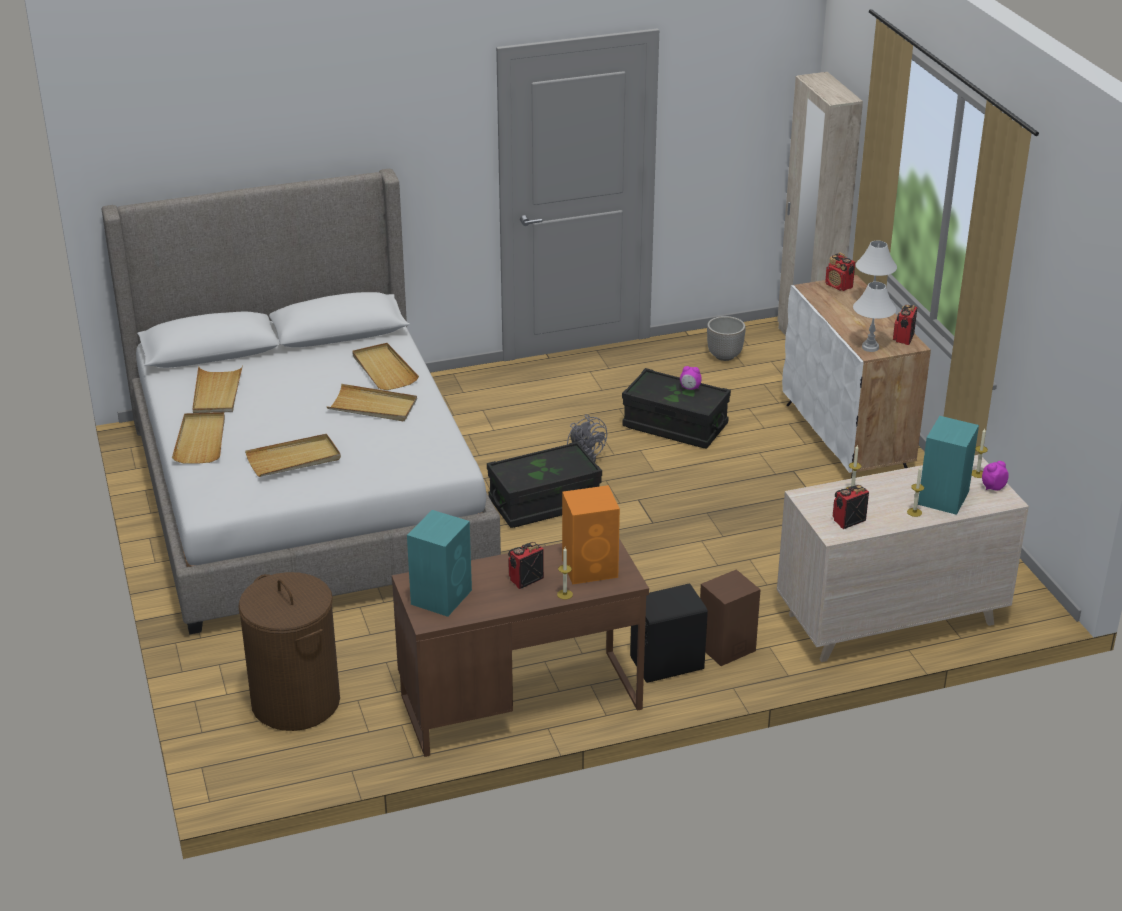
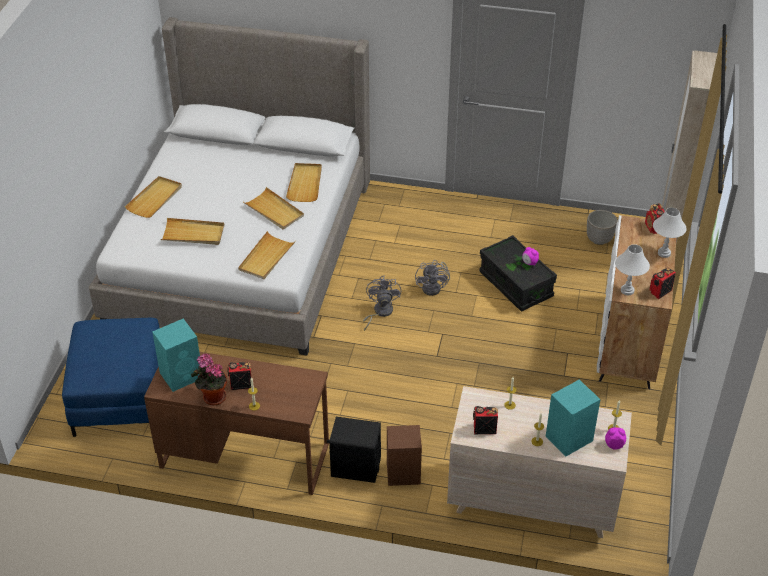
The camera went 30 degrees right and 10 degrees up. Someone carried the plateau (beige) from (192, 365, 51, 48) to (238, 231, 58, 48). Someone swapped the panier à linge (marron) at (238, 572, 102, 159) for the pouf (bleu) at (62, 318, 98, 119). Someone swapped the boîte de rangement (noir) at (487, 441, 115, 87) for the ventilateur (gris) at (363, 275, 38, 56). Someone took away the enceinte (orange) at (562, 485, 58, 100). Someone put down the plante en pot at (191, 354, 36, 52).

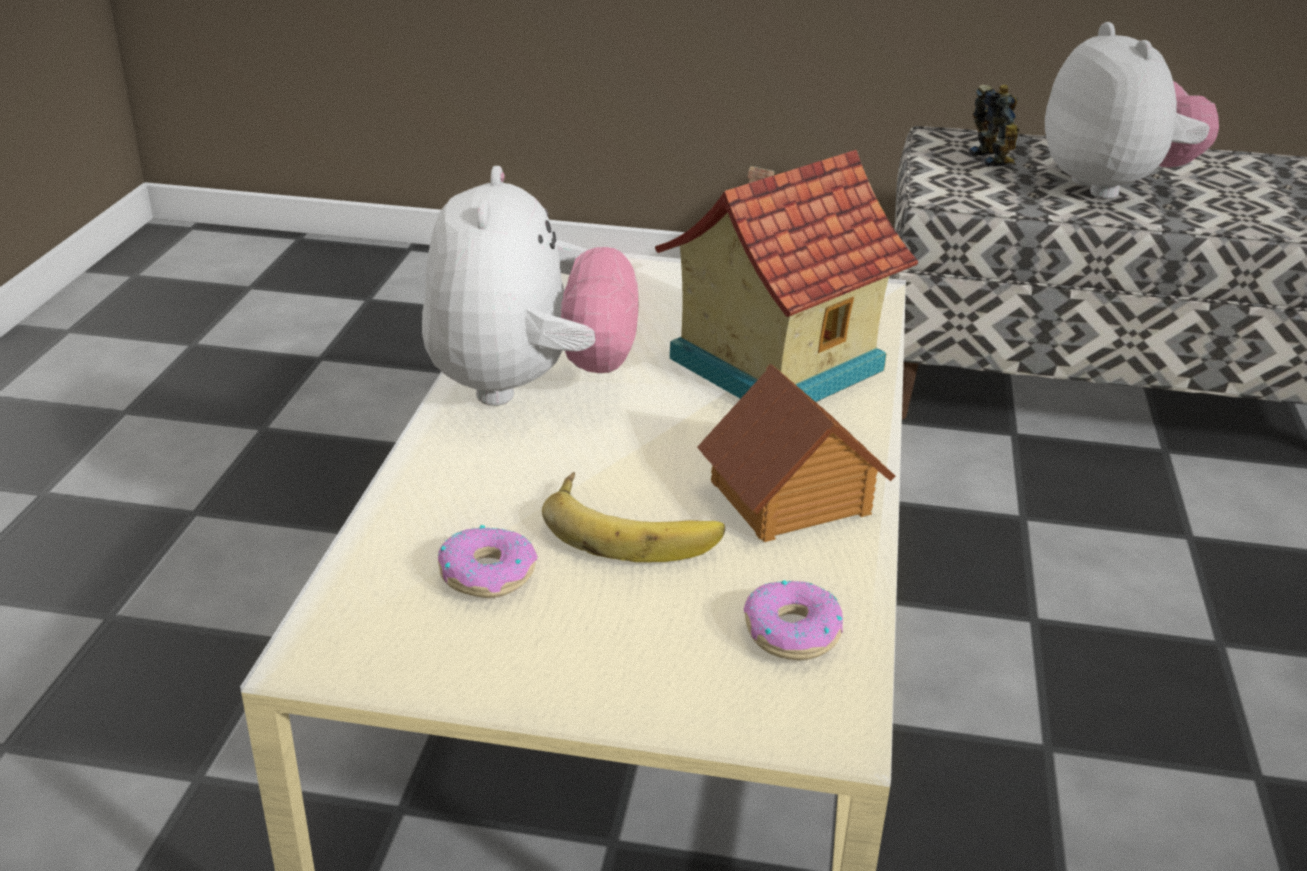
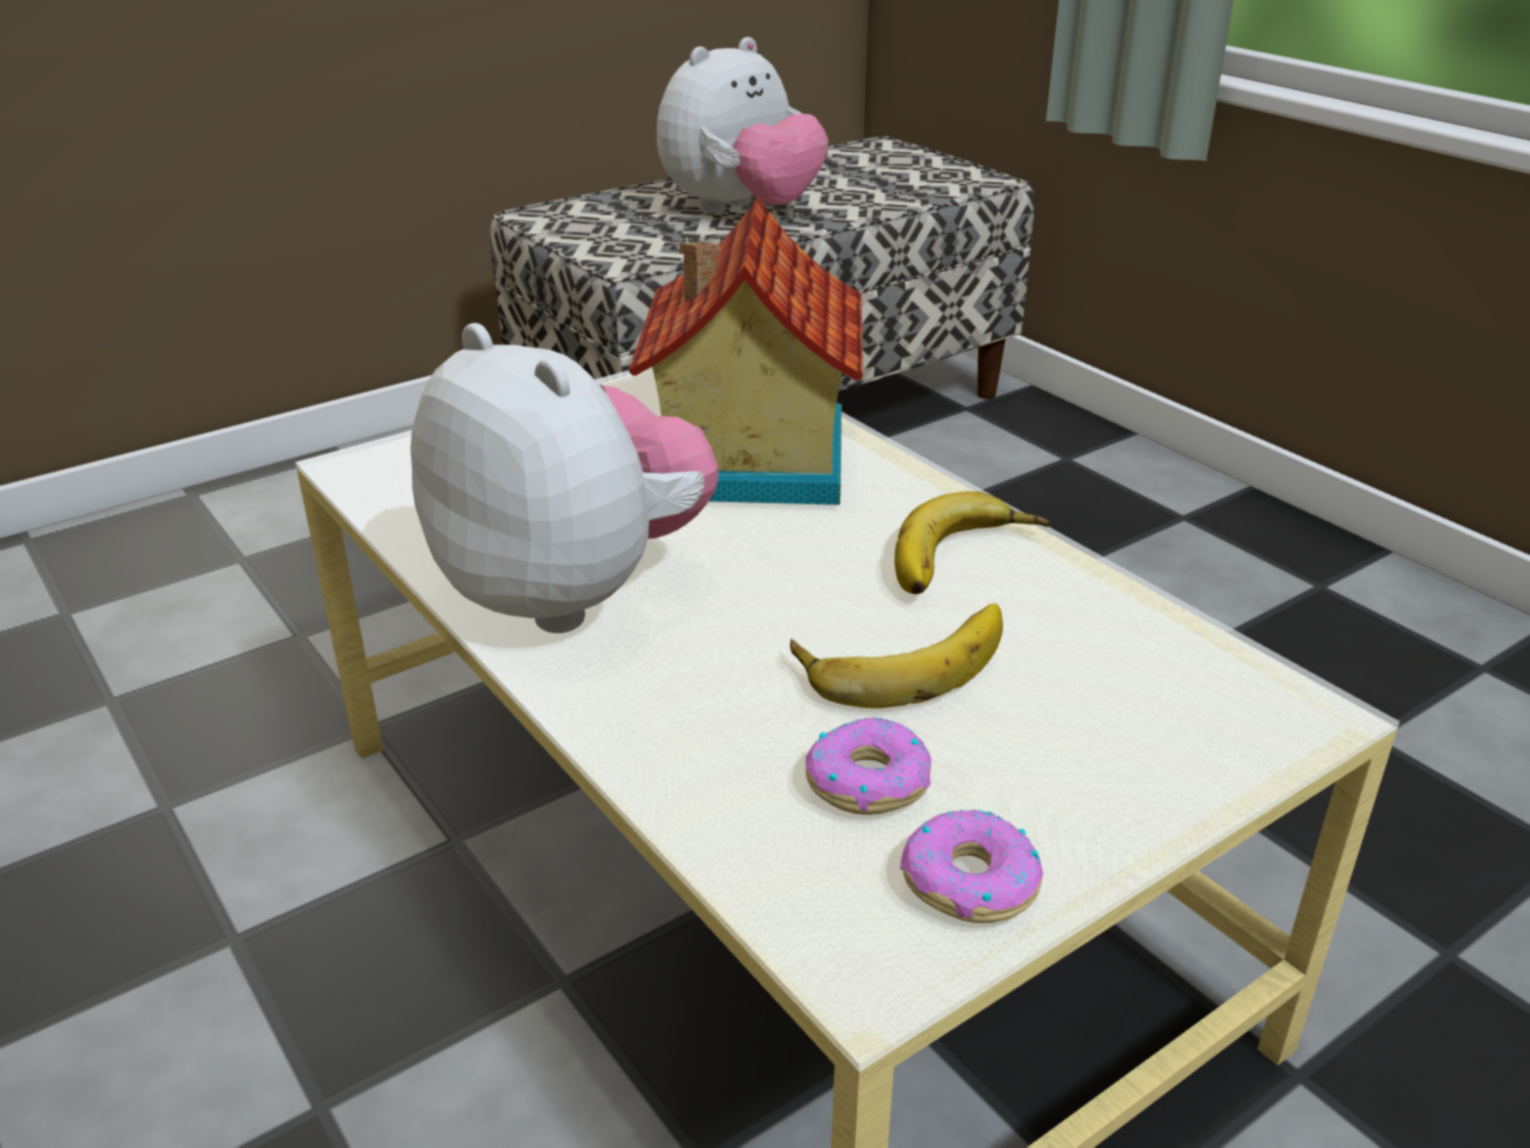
The camera went 45 degrees left and 0 degrees up. Someone swapped the maison miniature at (697, 364, 198, 178) for the banane at (895, 491, 155, 103). Someone carried the beignet from (744, 580, 99, 80) to (900, 809, 143, 114). Someone took away the robot jouet at (969, 84, 50, 83). Someone rotated the peluche at (1045, 22, 174, 177) by 105 degrees clockwise.

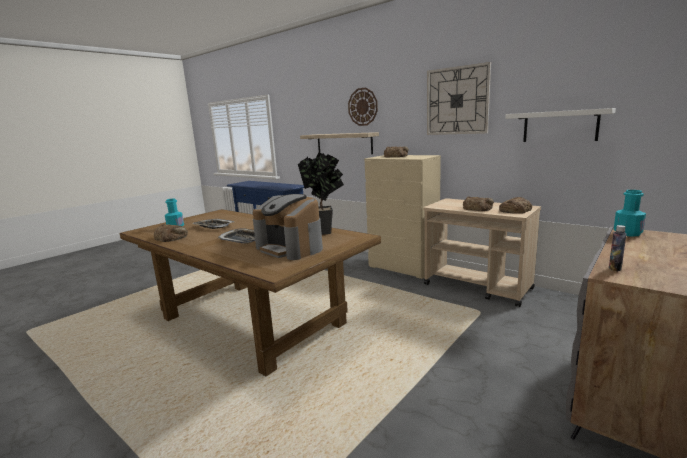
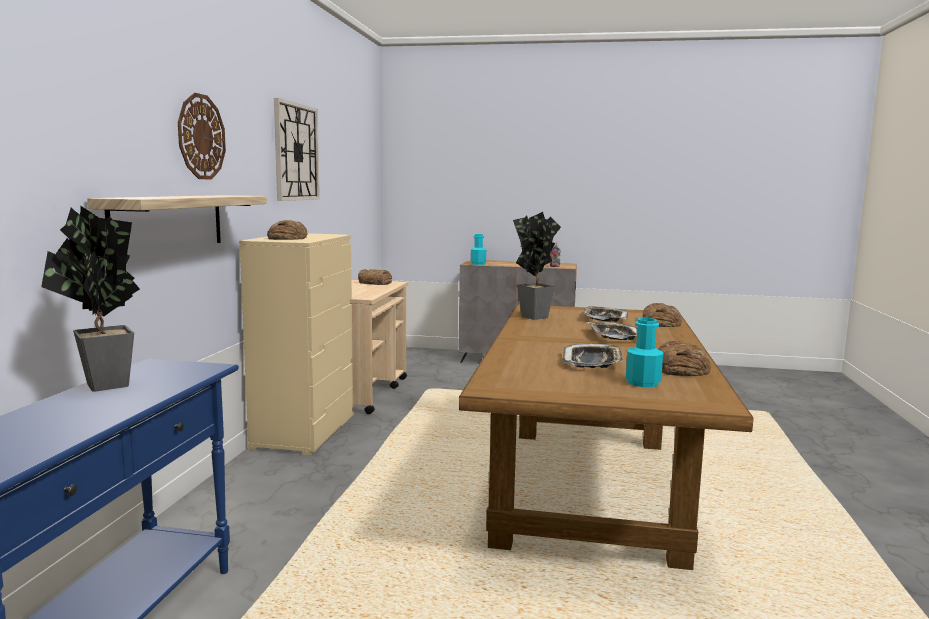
The camera went 120 degrees left and 5 degrees down. Someone swapped the machine à café at (253, 194, 70, 66) for the plateau at (583, 306, 45, 16). Someone carried the pain from (463, 196, 31, 15) to (642, 303, 40, 24). Someone took away the étagère (blanc) at (505, 108, 111, 34). Someone put down the plante en pot at (41, 206, 99, 186).

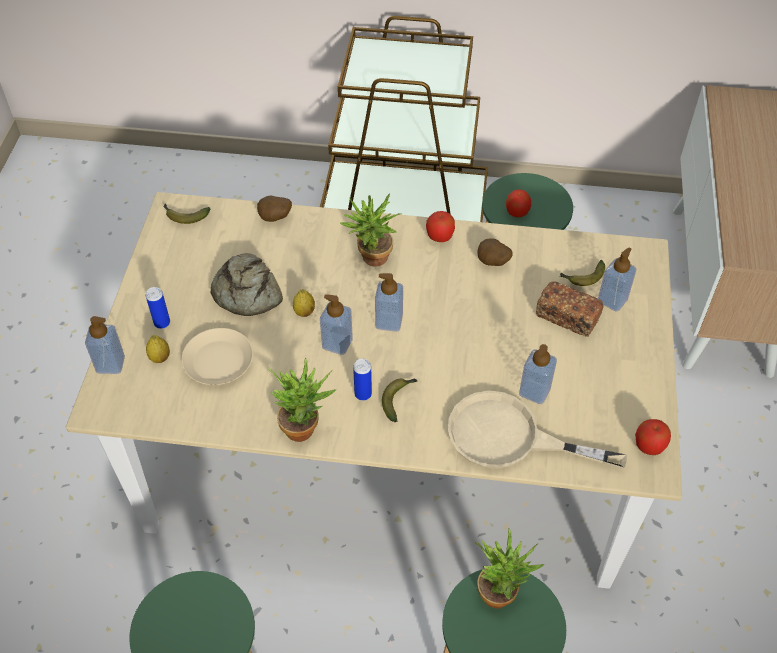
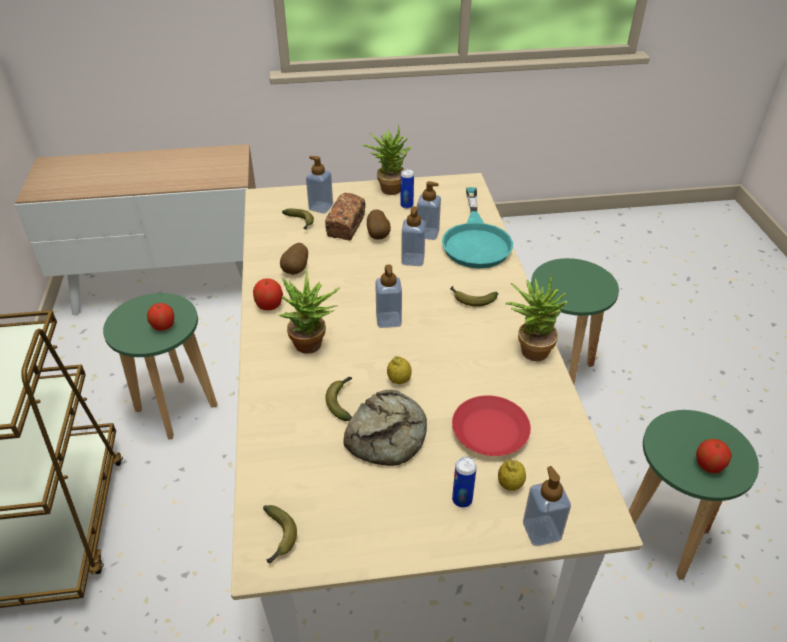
The camera went 105 degrees left and 10 degrees down. Someone repainted the assiette (beige) at (182, 328, 71, 57), which became the assiette (rouge) at (452, 395, 79, 61). Someone carried the pomme de terre from (257, 196, 35, 26) to (367, 209, 24, 31). Someone carried the distributeur de savon from (320, 294, 33, 61) to (401, 206, 25, 60). Someone carried the boîte métallique from (353, 358, 19, 43) to (400, 169, 14, 40). Someone repainted the poêle (beige) at (448, 391, 179, 78), which became the poêle (turquoise) at (442, 187, 71, 81). Someone carried the plante en pot from (476, 528, 68, 81) to (362, 125, 50, 70). Someone carried the pomme from (635, 419, 36, 36) to (696, 439, 36, 34). Someone put down the banane at (325, 377, 27, 44).

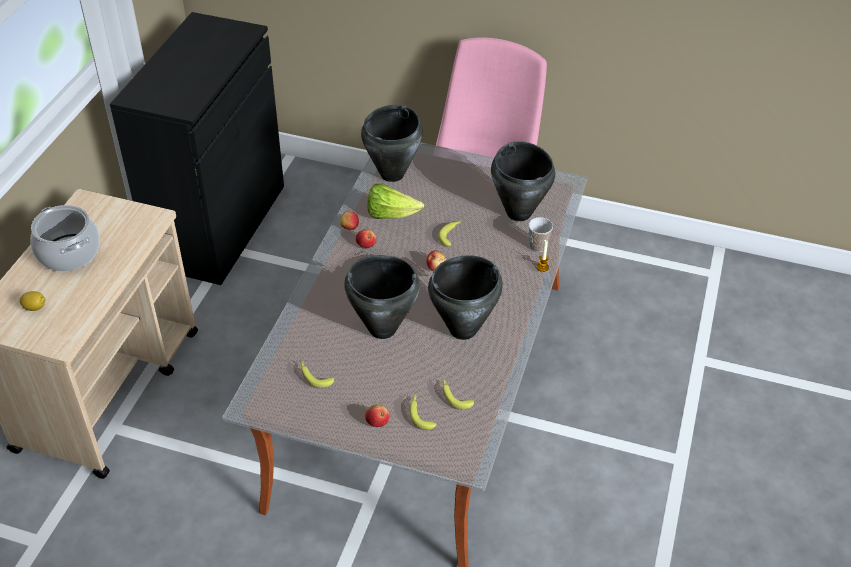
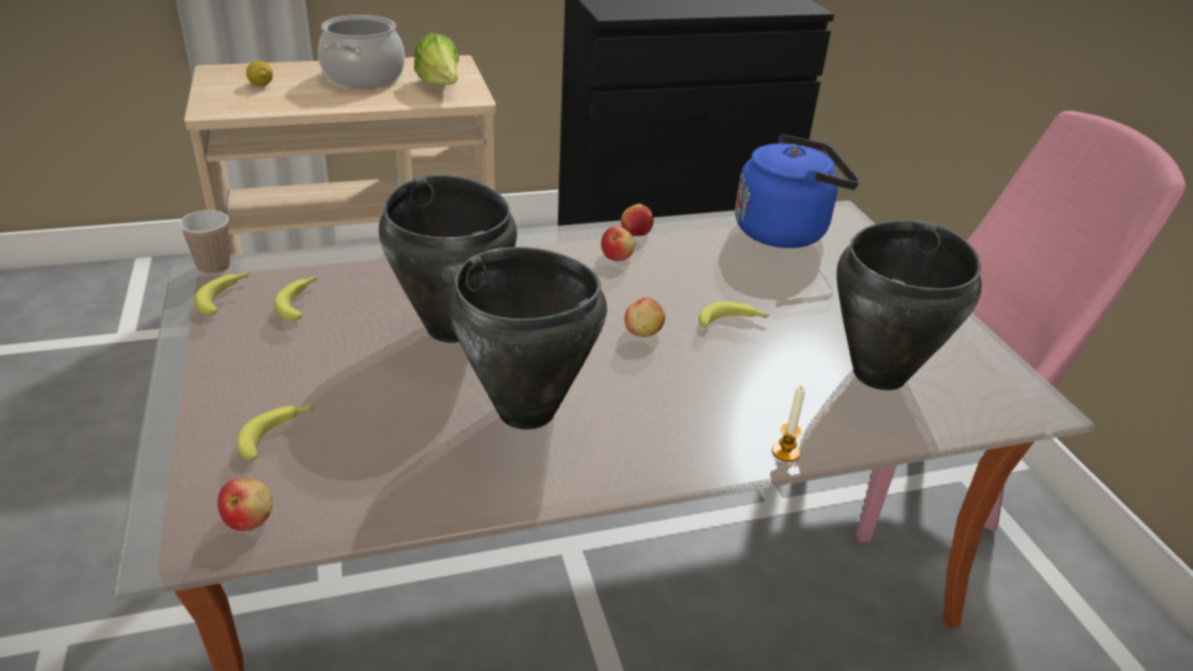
The camera went 55 degrees right and 10 degrees down. Someone swapped the marmite (noir) at (361, 105, 62, 77) for the bouilloire (bleu) at (735, 134, 124, 114). Someone carried the pomme from (365, 404, 24, 23) to (218, 478, 55, 53). Someone carried the laitue from (367, 183, 57, 36) to (414, 33, 45, 53). Someone carried the banane from (443, 378, 31, 31) to (195, 272, 54, 43). Someone carried the tasse from (528, 217, 25, 35) to (179, 210, 51, 65).

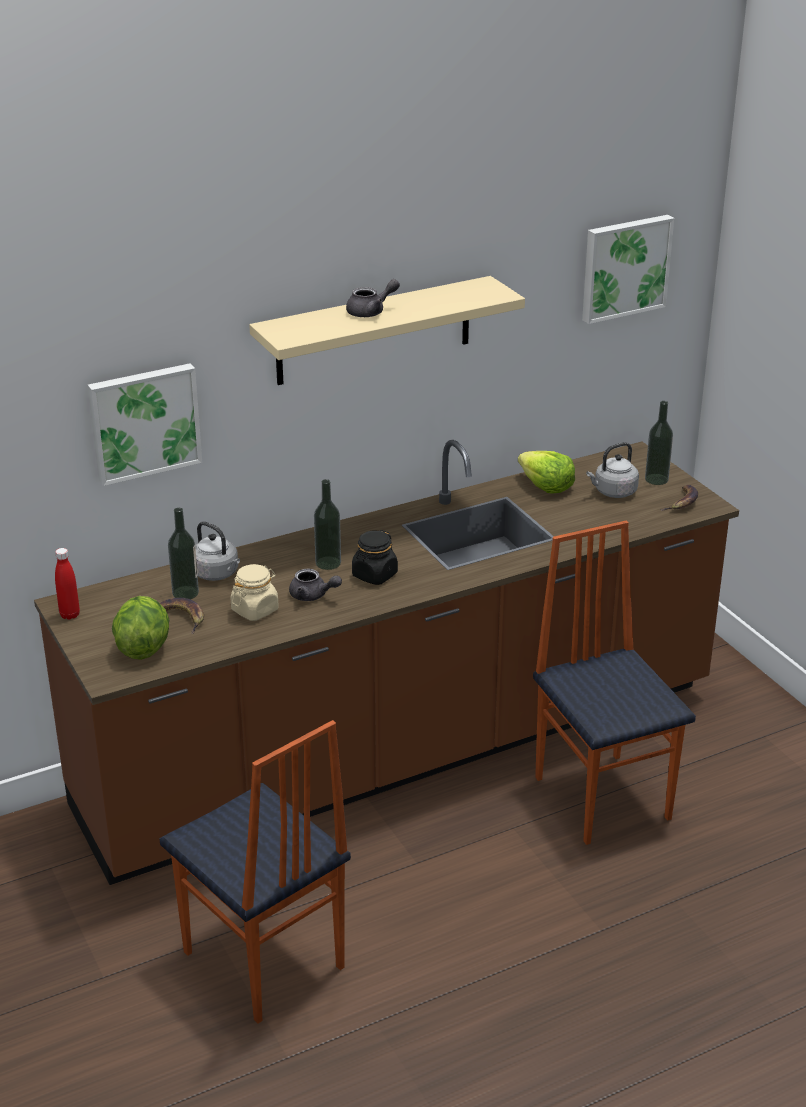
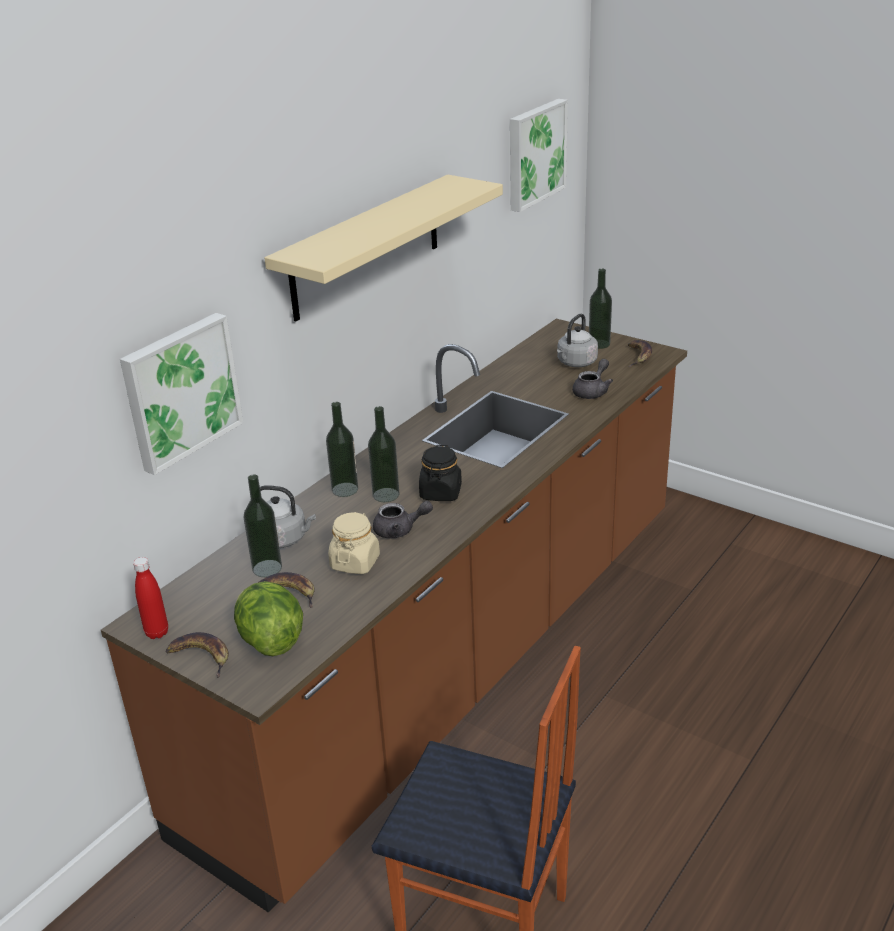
The camera went 25 degrees left and 0 degrees up. Someone carried the théière (gris) from (346, 279, 54, 38) to (572, 359, 41, 40). Someone took away the laitue at (518, 451, 57, 43). Someone took away the chaise at (533, 521, 163, 324). Someone put down the banane at (165, 632, 64, 46). Someone put down the bouteille at (326, 402, 32, 95).

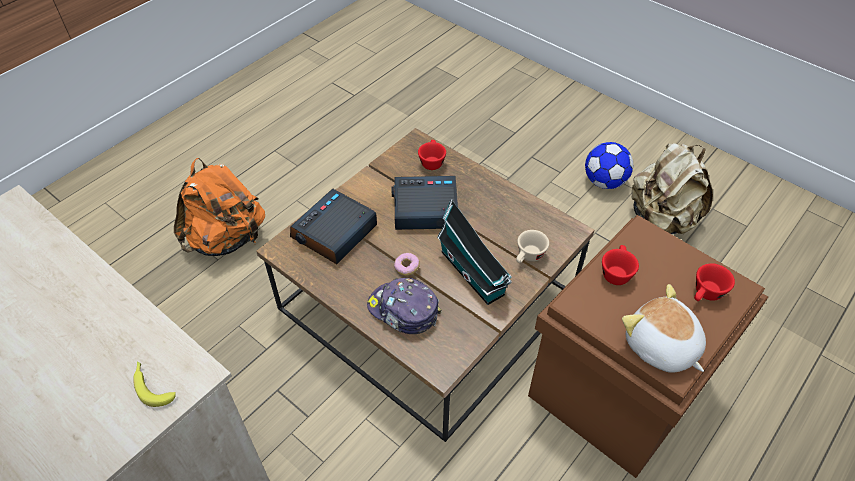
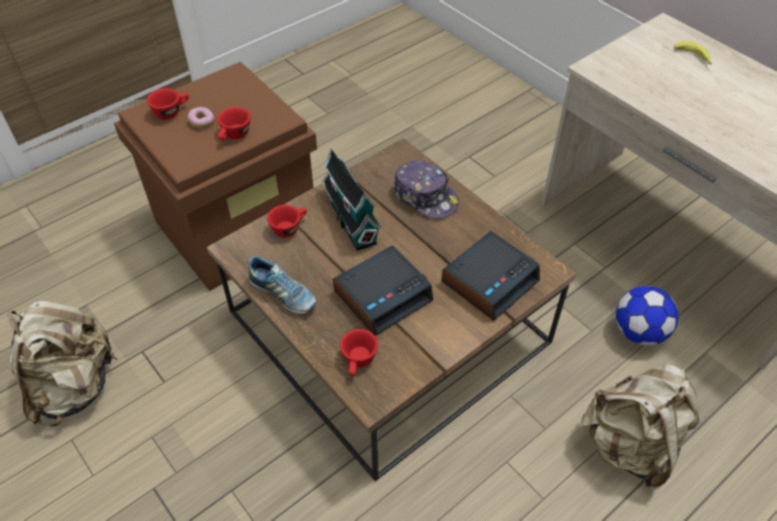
The camera went 170 degrees left and 0 degrees up. Someone carried the banane from (133, 361, 43, 46) to (674, 41, 38, 23). Someone repainted the sac à dos (orange) at (174, 158, 91, 98), which became the sac à dos (beige) at (581, 364, 118, 123). Someone rotated the réveil at (392, 176, 66, 54) by 45 degrees counterclockwise. Someone carried the beignet from (394, 253, 26, 23) to (188, 107, 26, 21). Someone repainted the tasse (beige) at (516, 230, 33, 33), which became the tasse (rouge) at (267, 205, 40, 33). Someone carried the ballon de foot from (585, 142, 48, 47) to (616, 286, 63, 59). Someone took away the peluche at (622, 284, 84, 89). Someone put down the chaussure at (248, 256, 68, 58).

